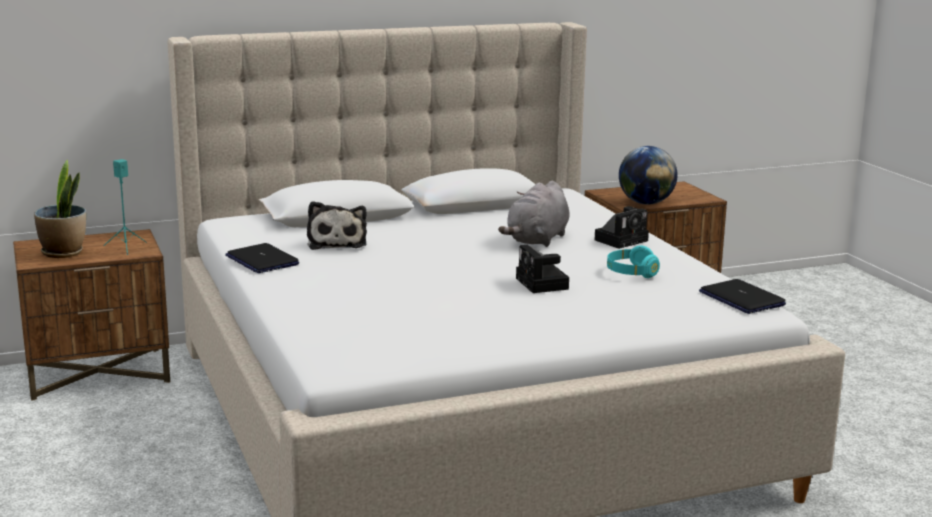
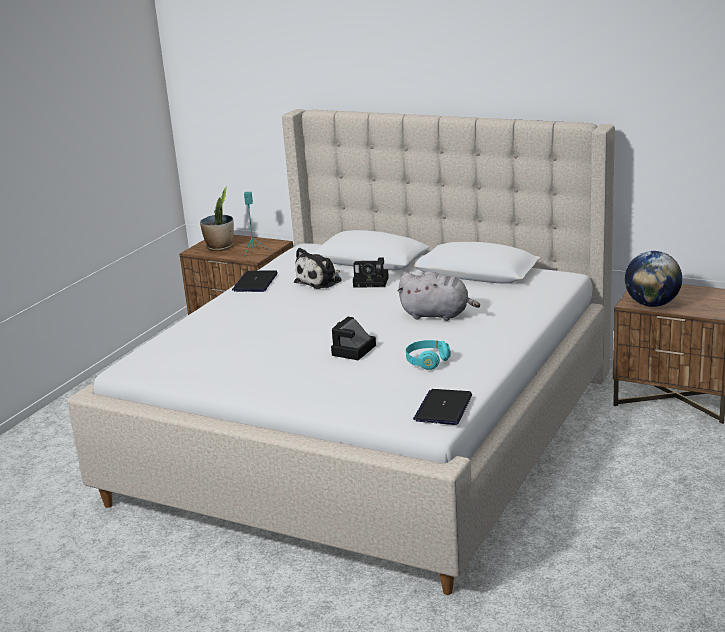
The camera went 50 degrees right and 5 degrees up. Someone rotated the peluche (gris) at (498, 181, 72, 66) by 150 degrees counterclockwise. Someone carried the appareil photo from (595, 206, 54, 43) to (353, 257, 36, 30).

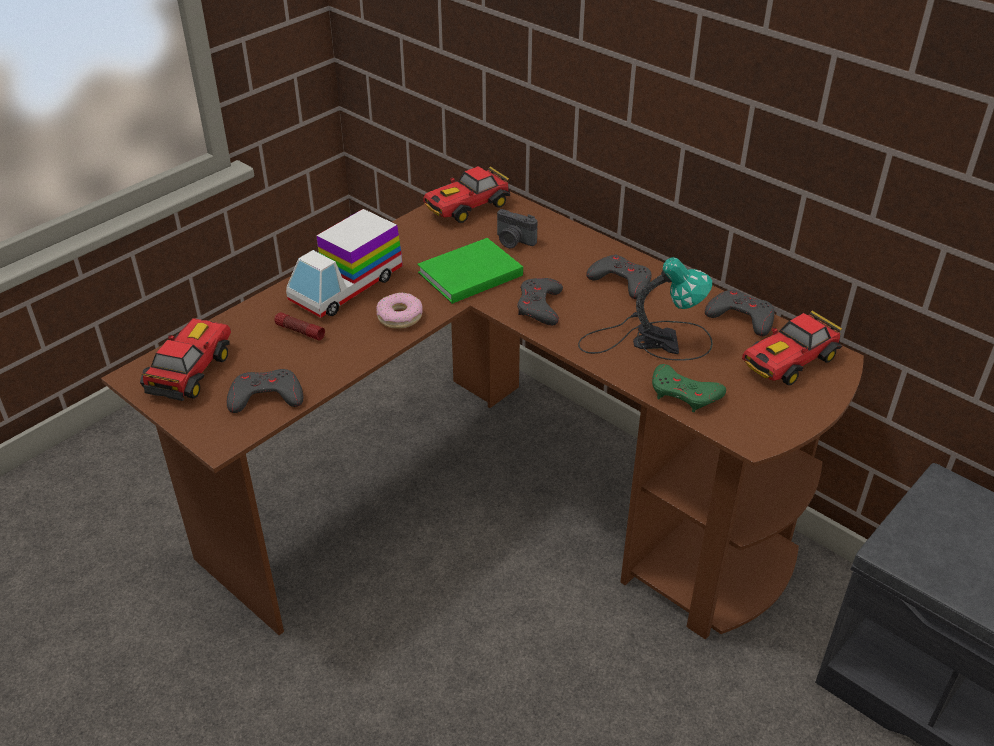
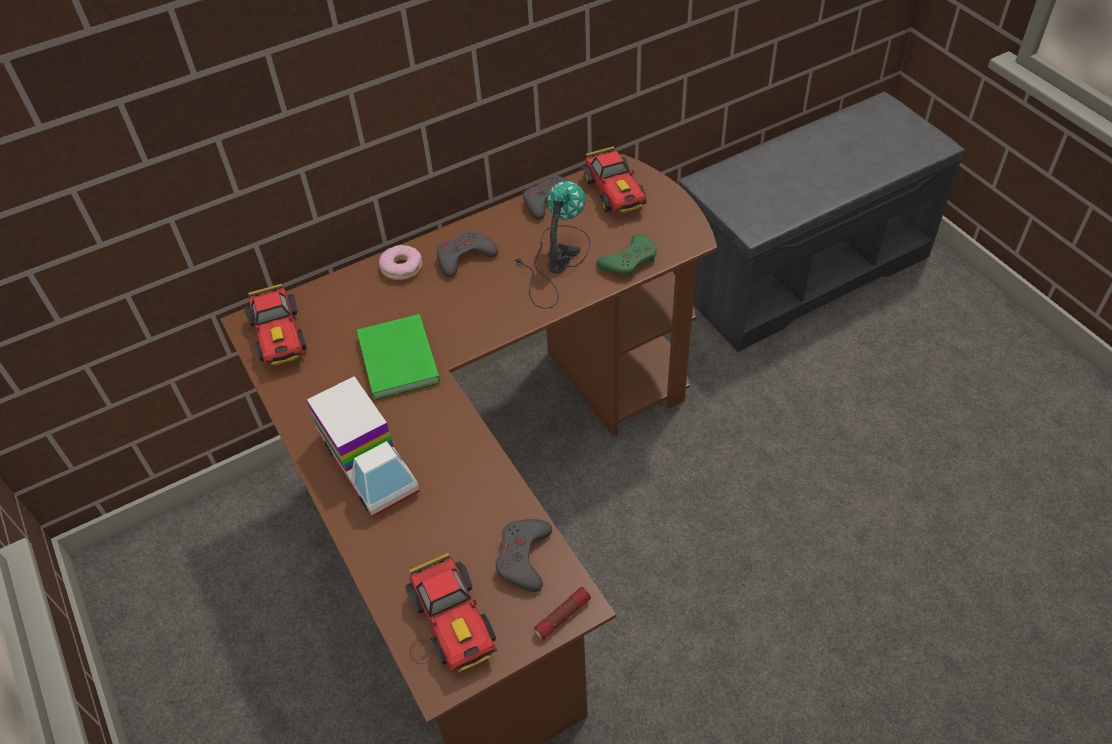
The camera went 70 degrees left and 10 degrees up. Someone rotated the petite voiture at (140, 318, 91, 83) by 150 degrees counterclockwise. Someone carried the lampe de poche from (274, 312, 51, 28) to (534, 587, 57, 52). Someone carried the beignet from (377, 292, 46, 36) to (379, 245, 43, 35). Someone took away the appareil photo at (497, 209, 41, 40). Someone took away the manette (gris) at (517, 278, 46, 48).

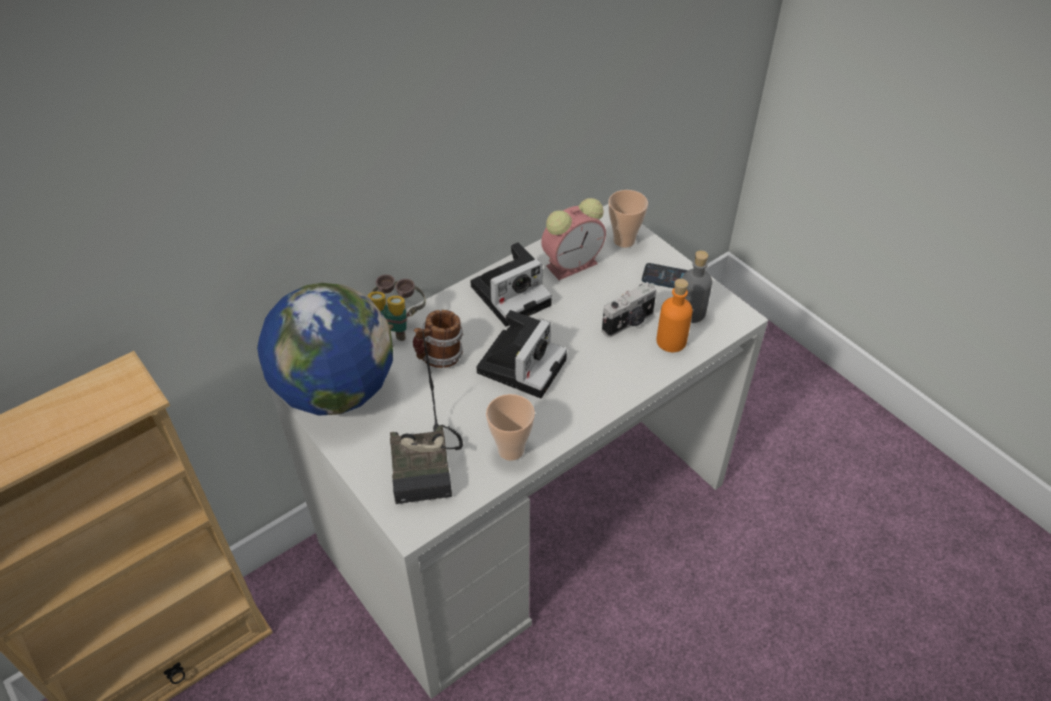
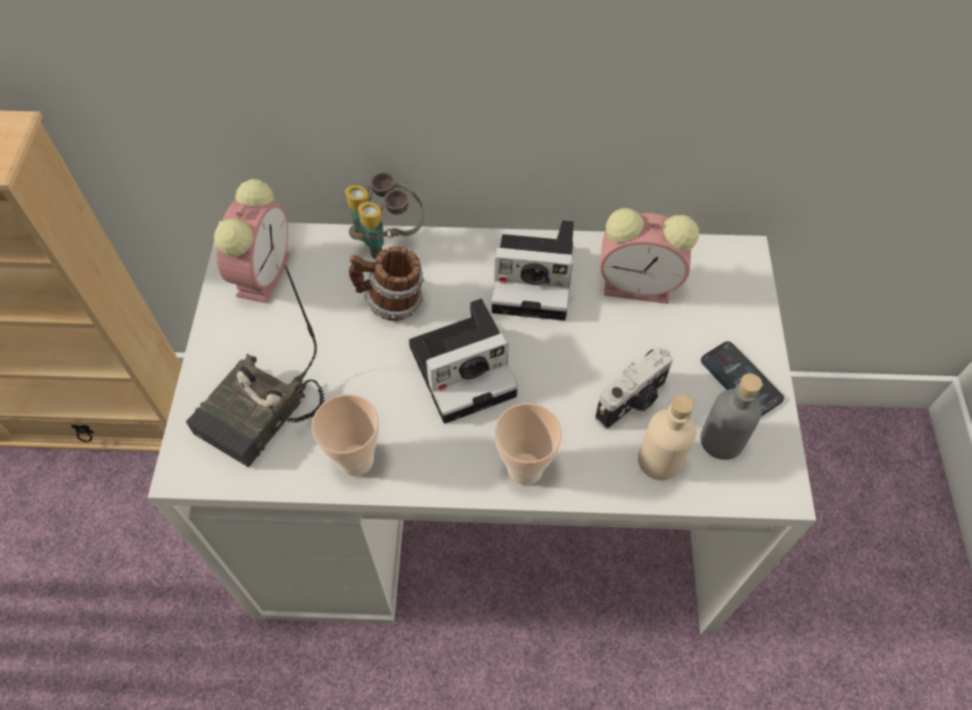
The camera went 40 degrees right and 10 degrees up. Someone swapped the globe at (257, 283, 136, 133) for the réveil at (214, 179, 77, 125). Someone rotated the appareil photo at (602, 282, 54, 55) by 45 degrees counterclockwise. Someone carried the tasse from (609, 190, 39, 58) to (495, 403, 67, 82). Someone repainted the bouteille (orange) at (656, 279, 37, 73), which became the bouteille (beige) at (638, 394, 58, 86).

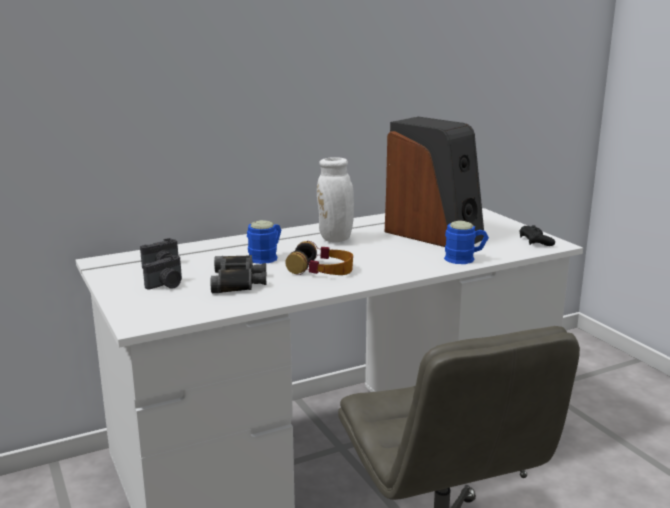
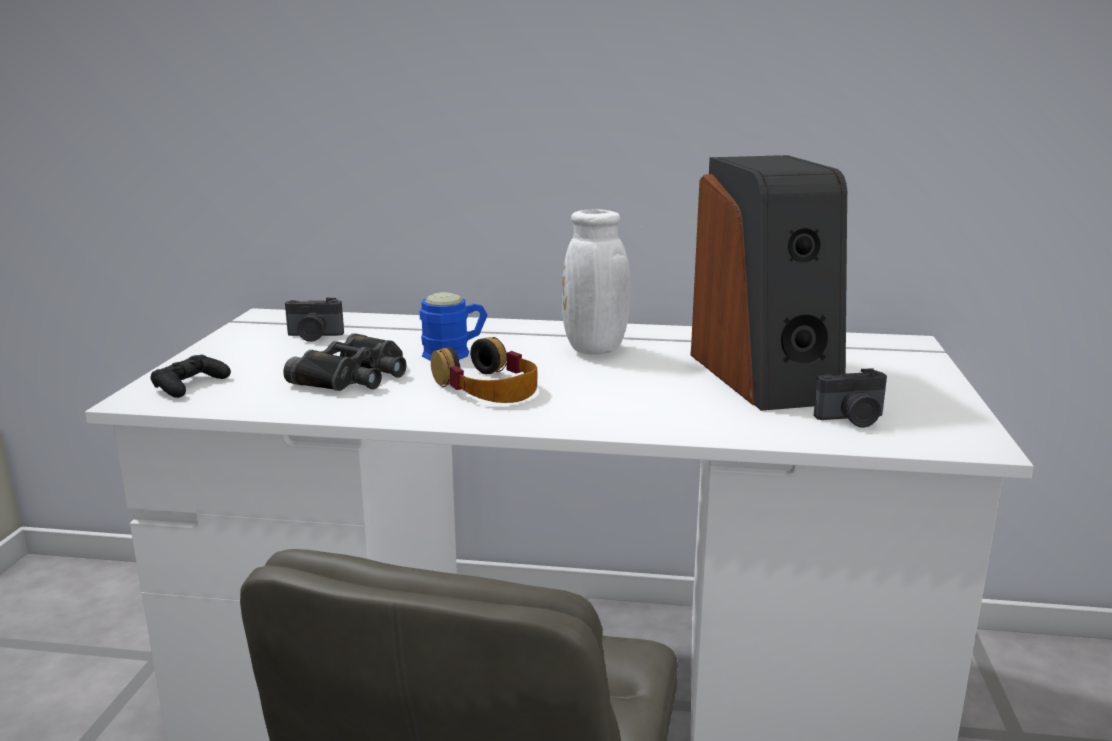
The camera went 35 degrees right and 0 degrees up. Someone carried the appareil photo from (143, 254, 39, 36) to (814, 369, 73, 59). Someone took away the mug (bleu) at (444, 221, 45, 43). Someone carried the manette (noir) from (519, 225, 36, 21) to (150, 355, 81, 43).

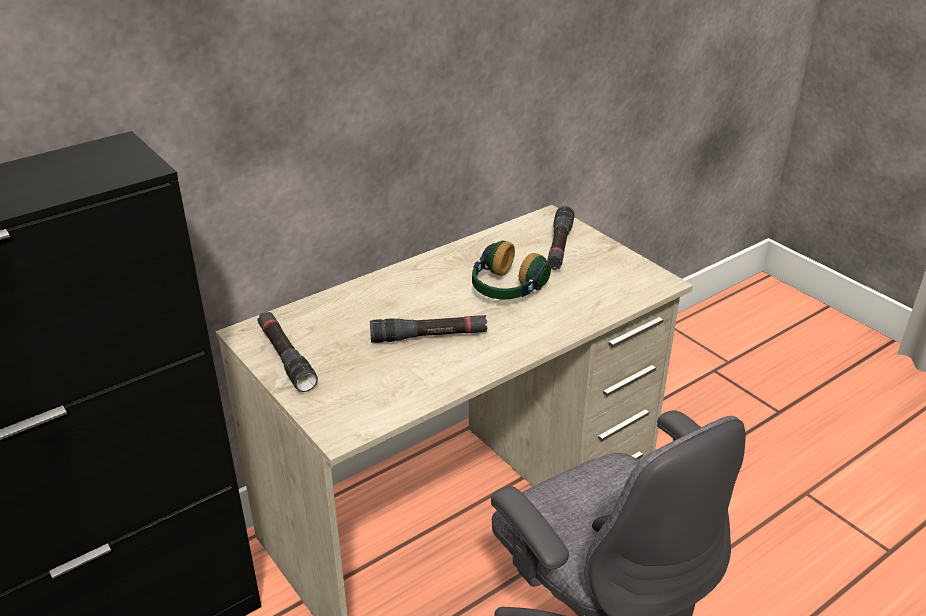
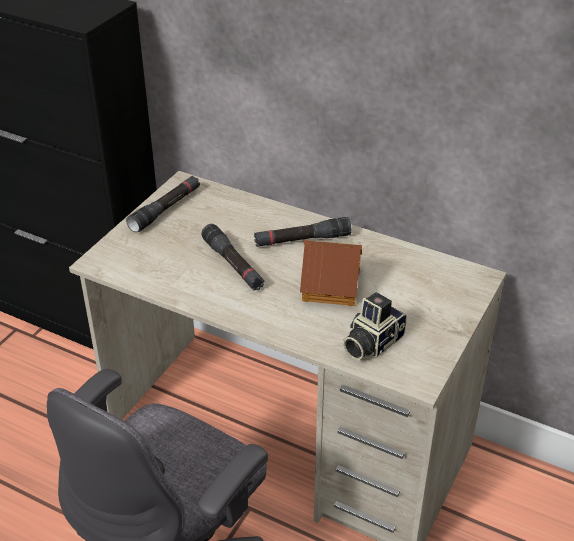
The camera went 65 degrees right and 5 degrees up. Someone swapped the casque audio at (472, 241, 79, 58) for the maison miniature at (300, 240, 62, 66). Someone carried the lampe de poche (noir) from (547, 206, 27, 64) to (254, 217, 98, 30). Someone put down the appareil photo at (343, 292, 64, 68).

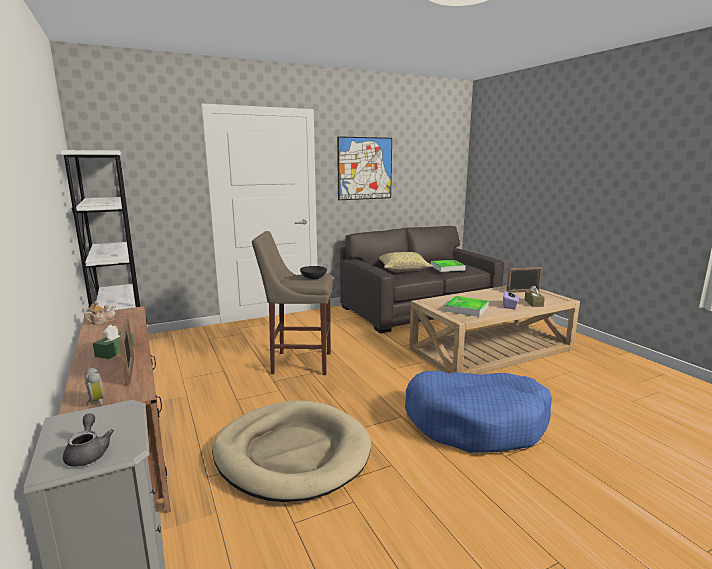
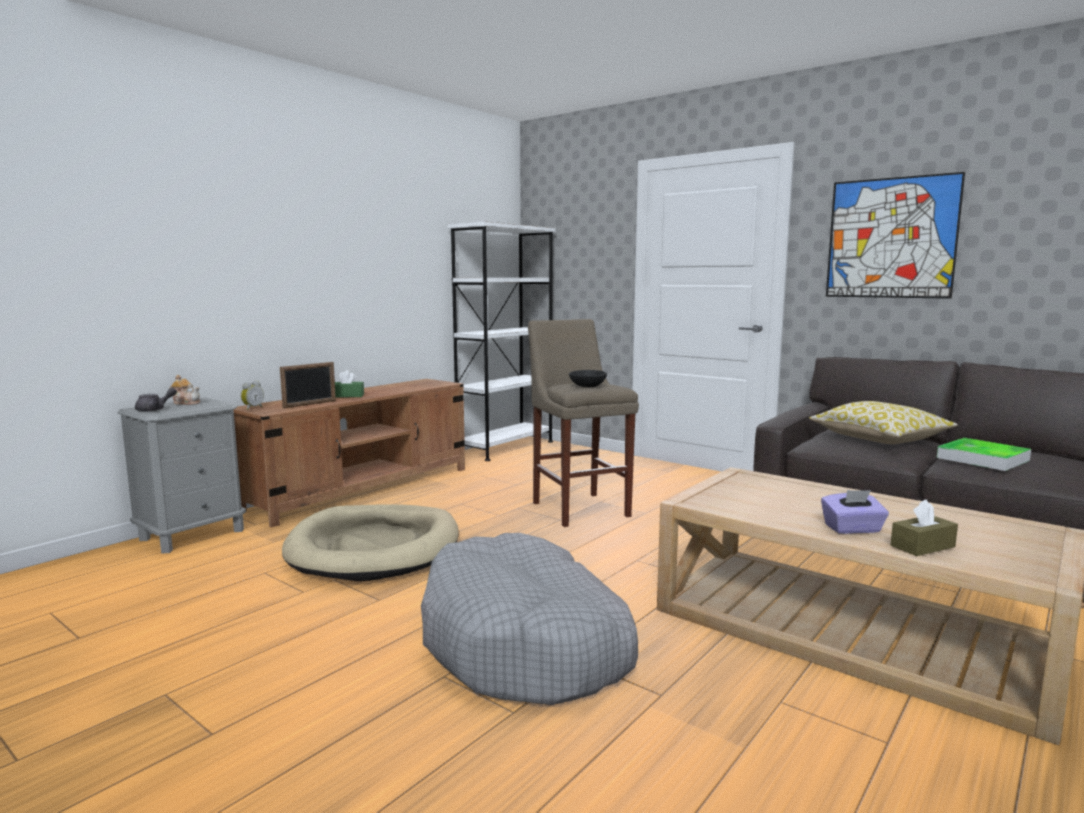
The camera went 65 degrees right and 5 degrees down. Someone carried the théière from (84, 301, 32, 24) to (169, 375, 31, 30). Someone repainted the panier pour chien (bleu) at (405, 371, 147, 82), which became the panier pour chien (gris) at (421, 533, 217, 172). Someone took away the plateau at (445, 296, 44, 21). Someone took away the cadre photo at (507, 267, 35, 26).

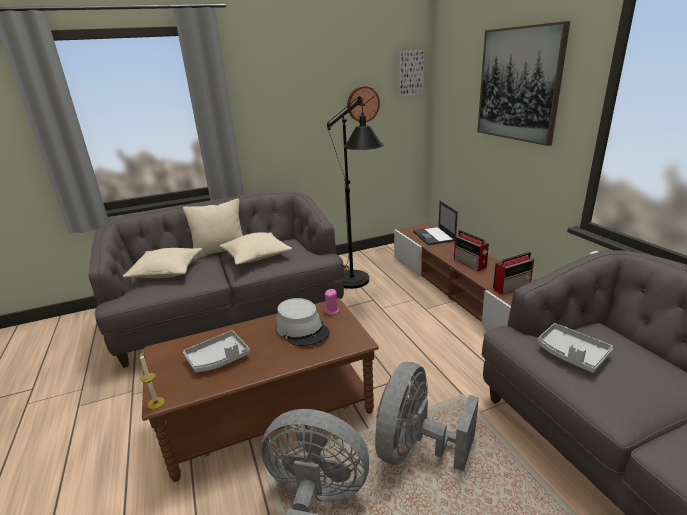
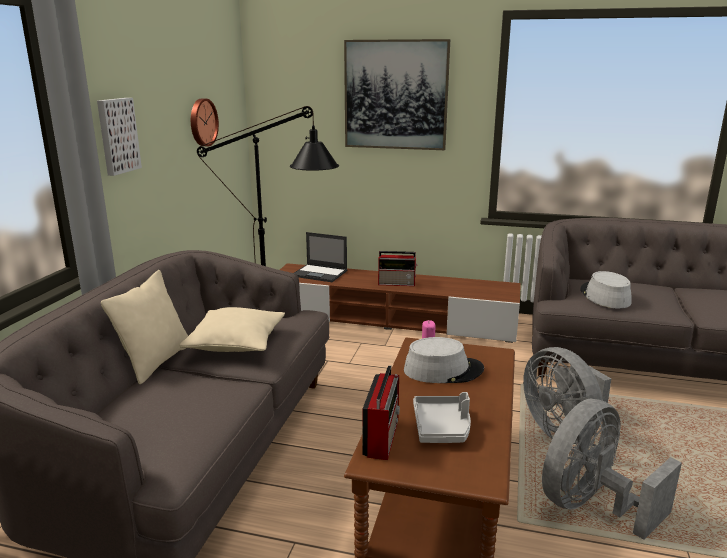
The camera went 55 degrees left and 5 degrees down. Someone took away the coussin (beige) at (123, 248, 79, 30). Someone took away the bougie at (140, 355, 25, 54). Someone carried the tableau from (398, 50, 26, 46) to (97, 98, 45, 78). Someone carried the radio from (493, 252, 41, 43) to (363, 365, 37, 95). Someone swapped the plateau (gris) at (538, 323, 75, 50) for the chapeau (gris) at (580, 271, 52, 38).

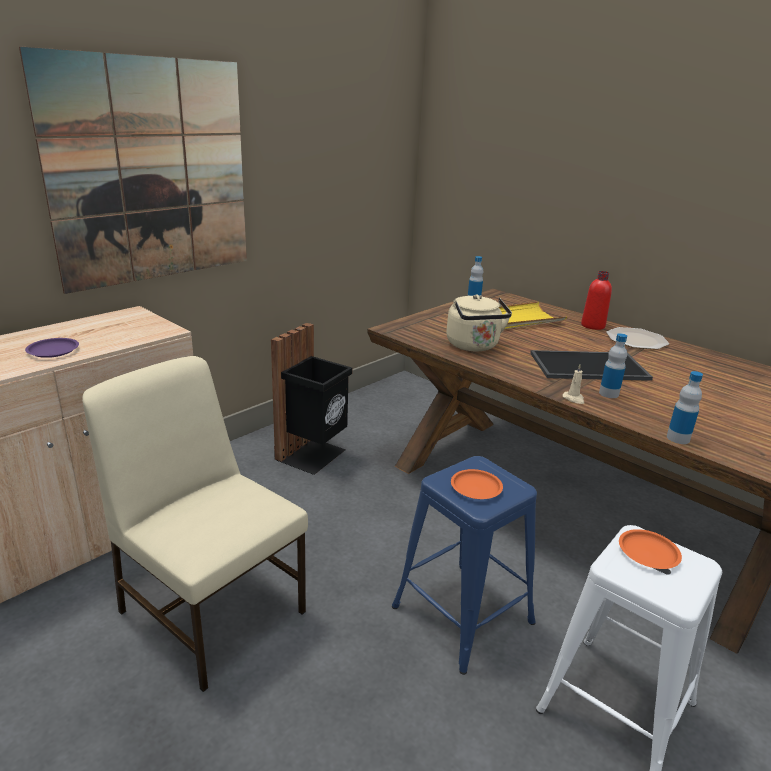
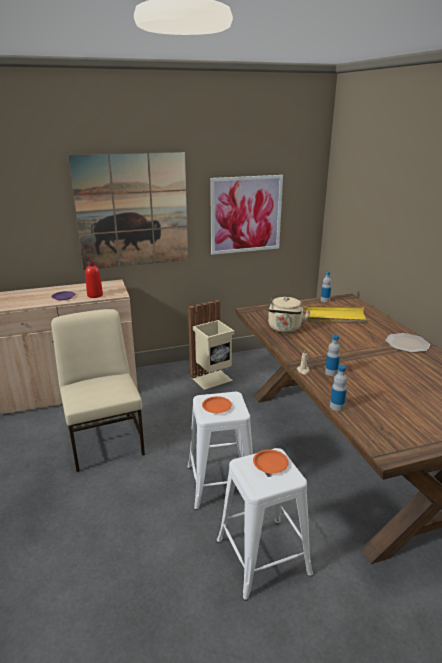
The camera went 30 degrees right and 0 degrees up. Someone repainted the poubelle (noir) at (271, 323, 82, 152), which became the poubelle (beige) at (188, 300, 46, 90). Someone repainted the tabouret (bleu) at (392, 456, 145, 219), which became the tabouret (blanc) at (187, 392, 66, 118). Someone took away the plateau at (530, 350, 123, 31). Someone carried the bouteille (rouge) from (581, 271, 31, 59) to (85, 260, 18, 38). Someone put up the tableau at (210, 175, 73, 80).

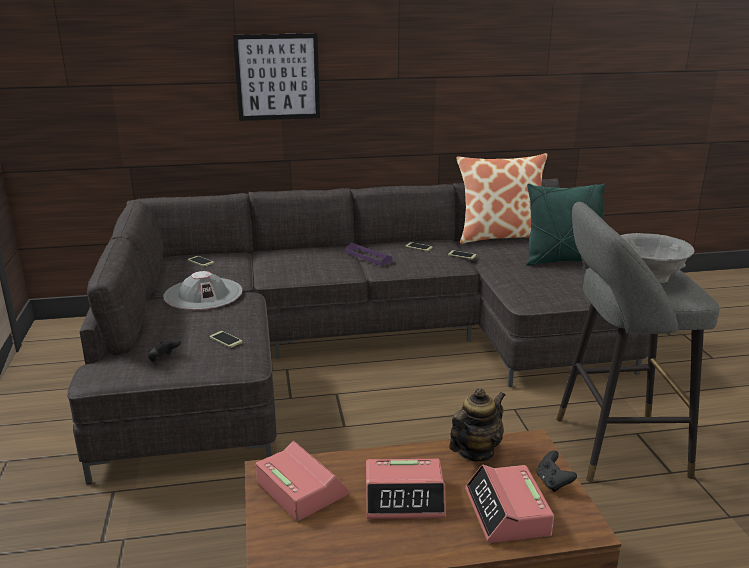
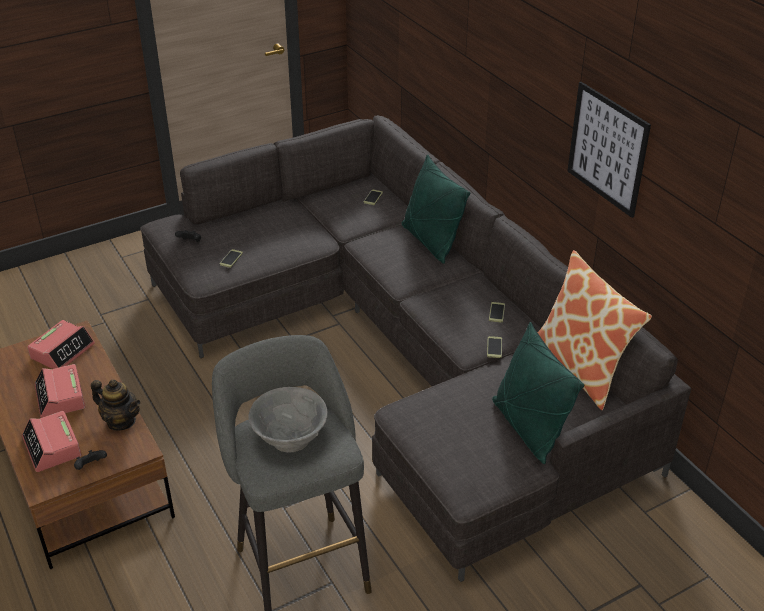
The camera went 70 degrees right and 15 degrees up. Someone took away the chapeau (gris) at (163, 271, 79, 39). Someone carried the tableau from (233, 33, 87, 88) to (567, 82, 84, 136). Someone took away the plateau (violet) at (346, 243, 47, 23). Someone rotated the réveil at (465, 465, 89, 78) by 90 degrees counterclockwise. Someone put down the coussin (vert) at (402, 154, 68, 110).

